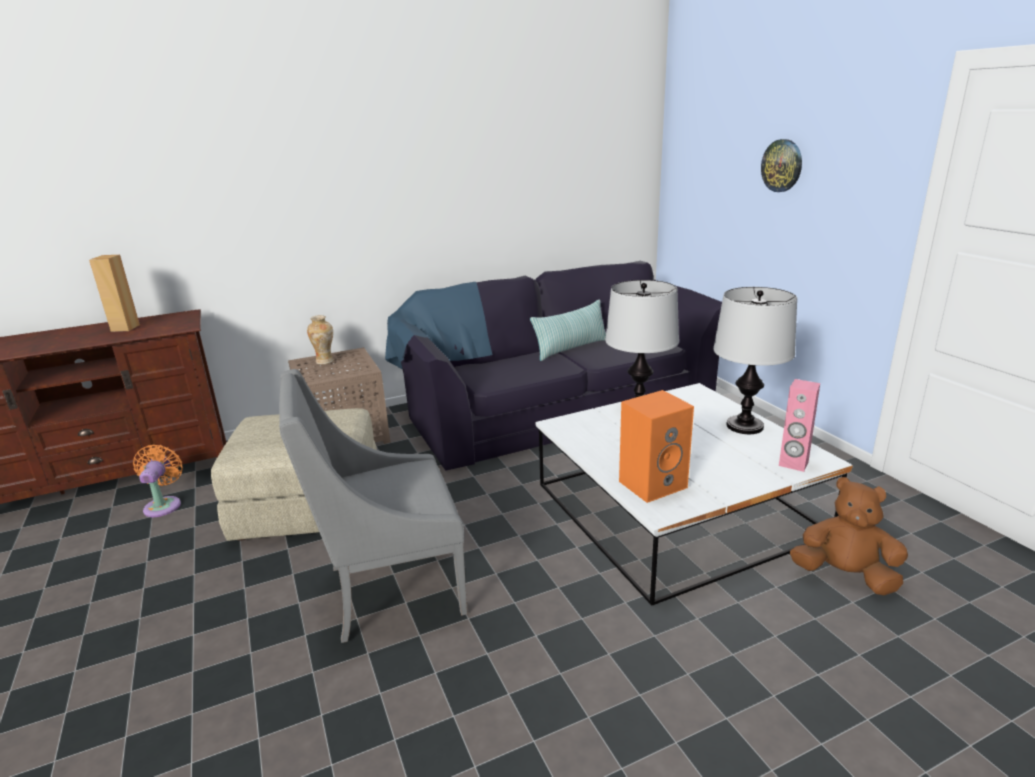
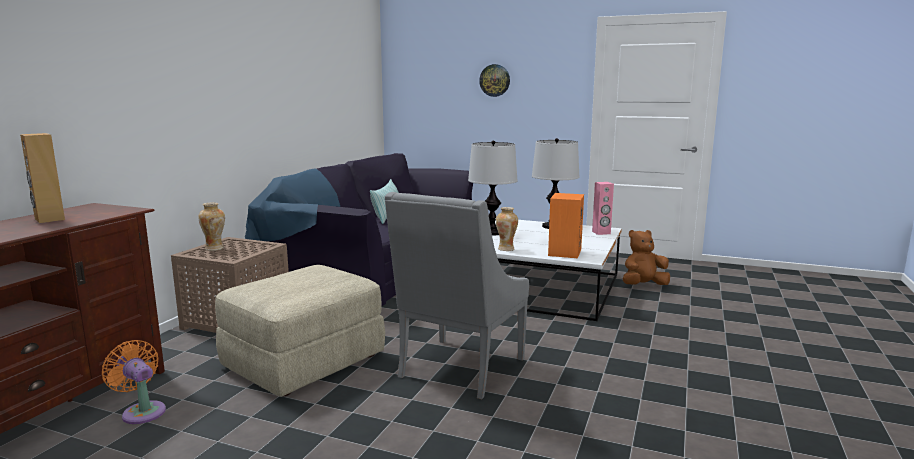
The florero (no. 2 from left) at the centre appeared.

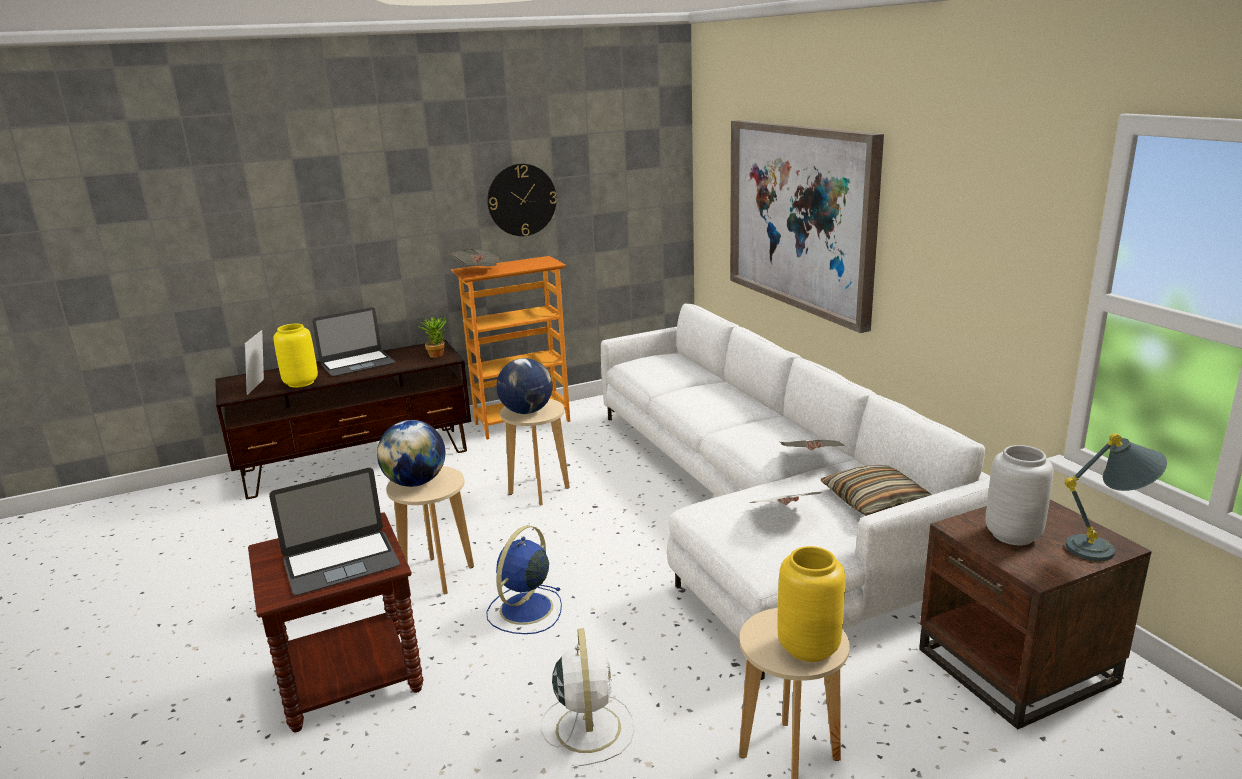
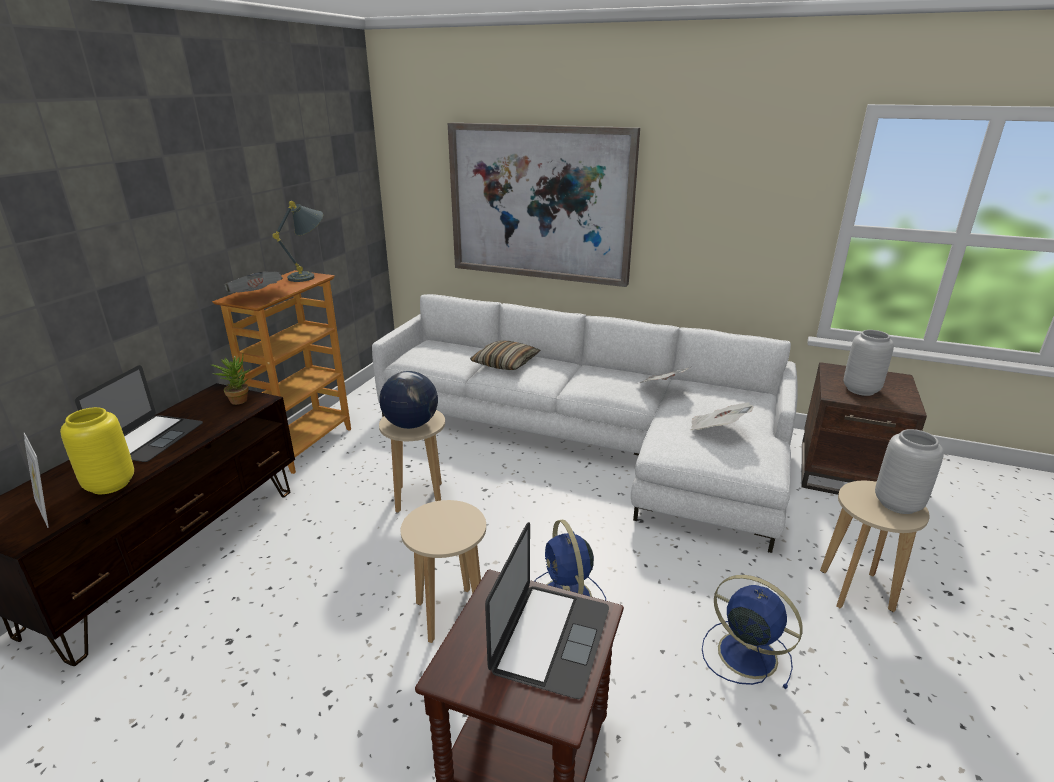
The lámpara de mesa (gris) moved from the middle right to the top left.
The cojín moved from the middle right to the centre.
The ventilador (blanco) at the bottom centre became the ventilador (azul) (no. 2 from left) at the bottom right.
The florero (amarillo) (no. 2 from left) at the bottom centre became the florero (gris) (no. 2 from left) at the middle right.
The globo terráqueo (no. 1 from left) at the middle left disappeared.
The reloj de pared at the top centre disappeared.

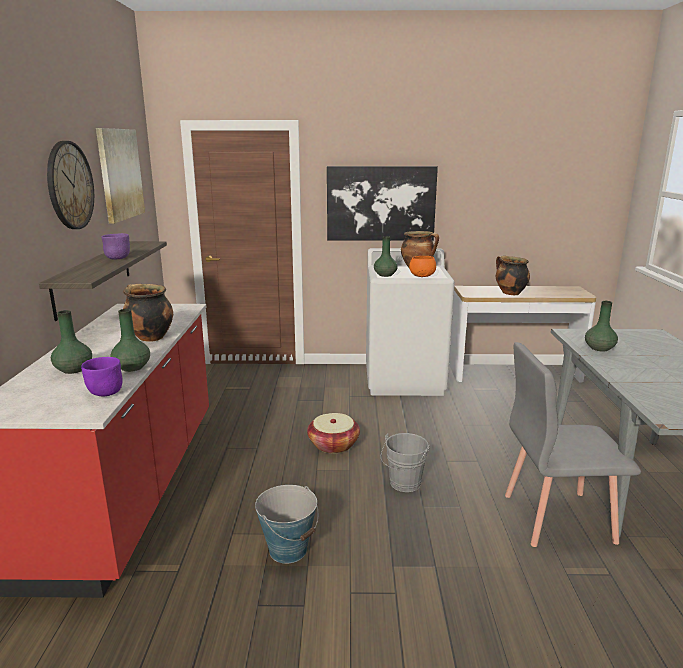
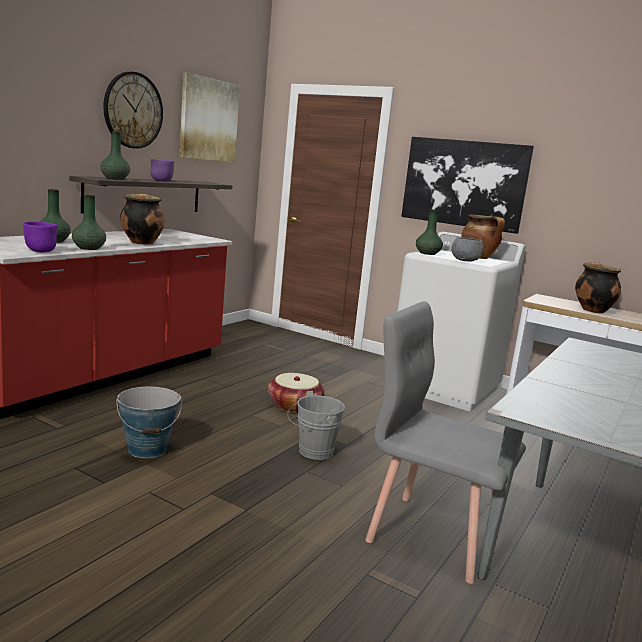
The florero (verde) (no. 4 from left in the first image) moved from the middle right to the top left.
The cuenco (naranja) at the centre became the cuenco (gris) at the middle right.

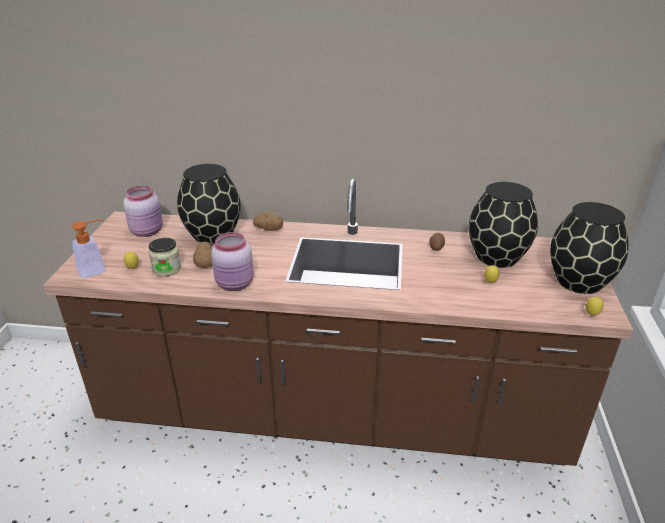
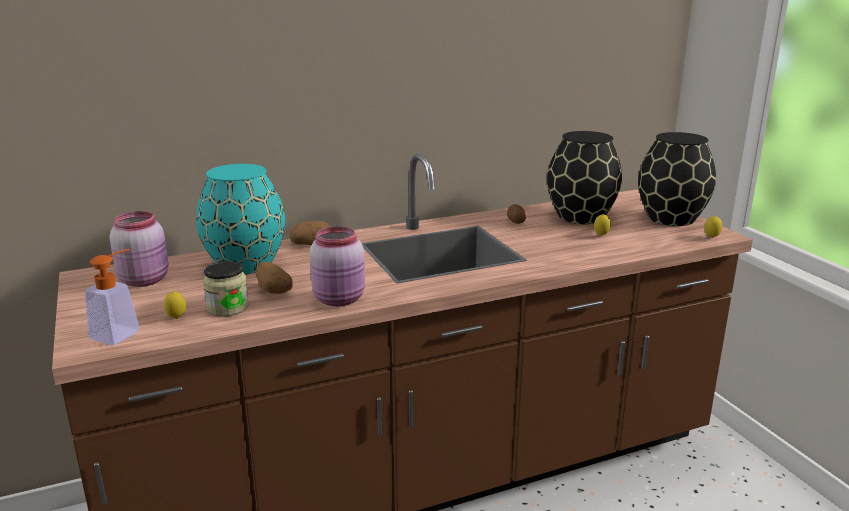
The florero (negro) (no. 1 from left) at the middle left became the florero (turquesa) at the middle left.

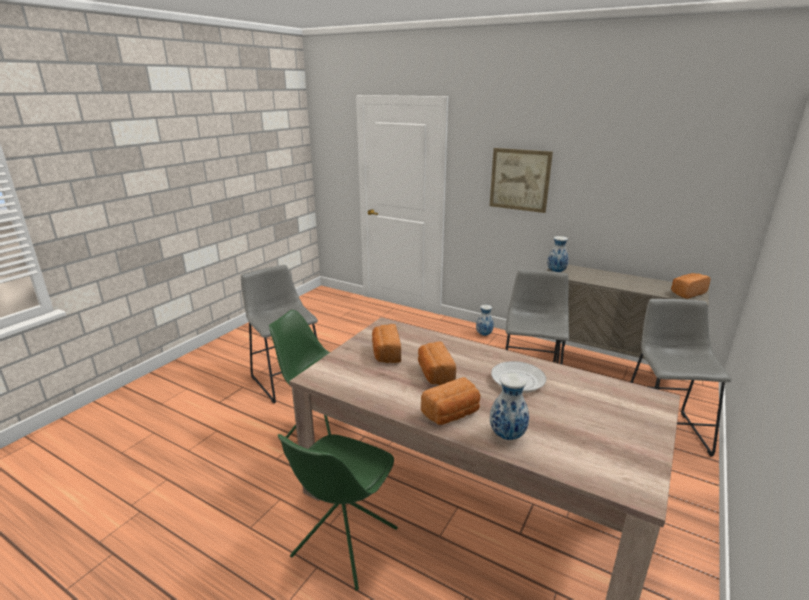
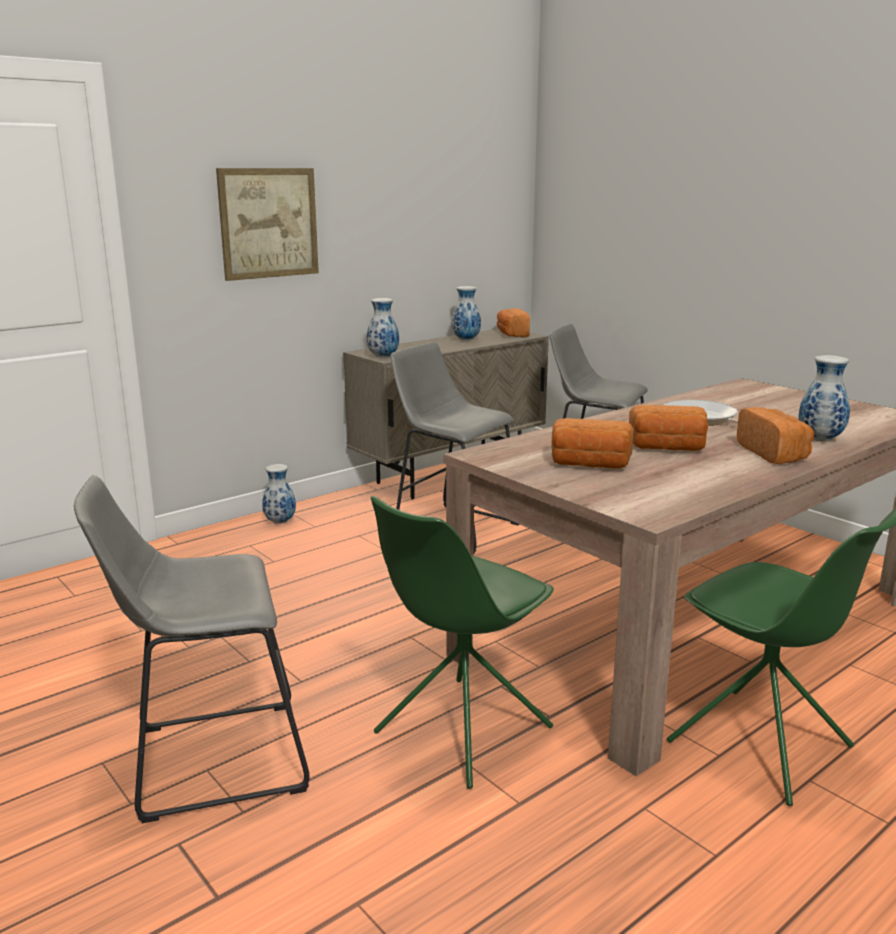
The florero (no. 3 from left) at the centre appeared.

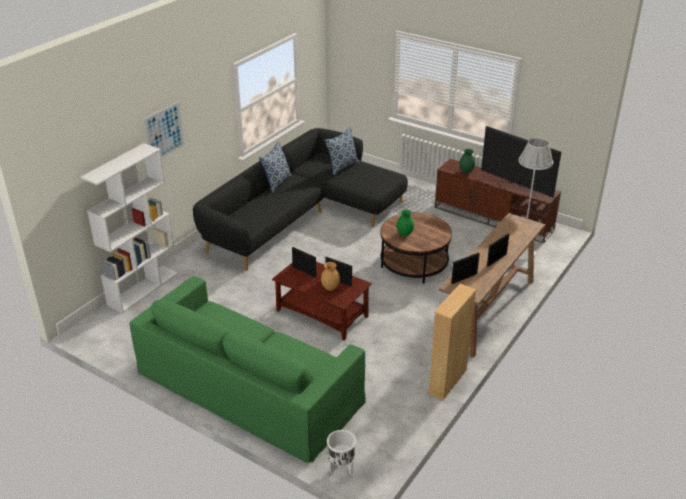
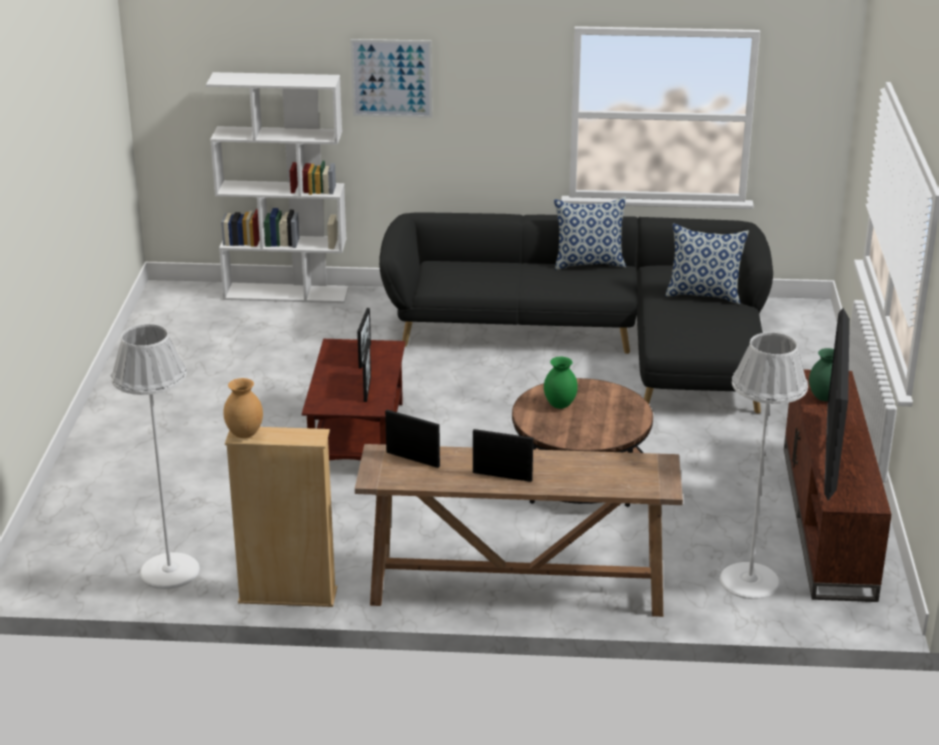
The lámpara de pie (blanco) (no. 1 from left) at the middle left appeared.
The florero (marrón) moved from the centre to the middle left.
The sofá (verde) at the bottom centre disappeared.
The maceta (blanco) at the bottom centre disappeared.

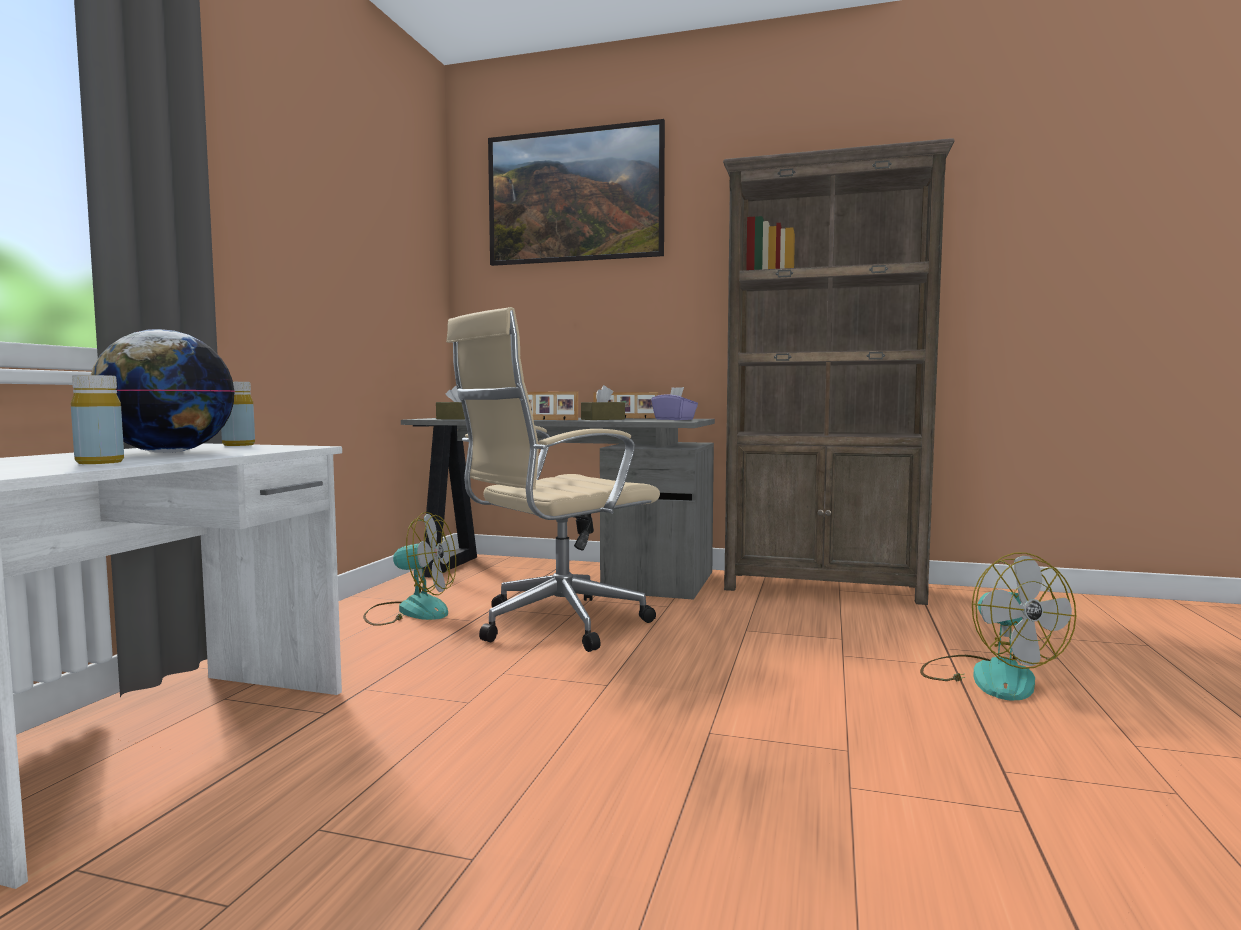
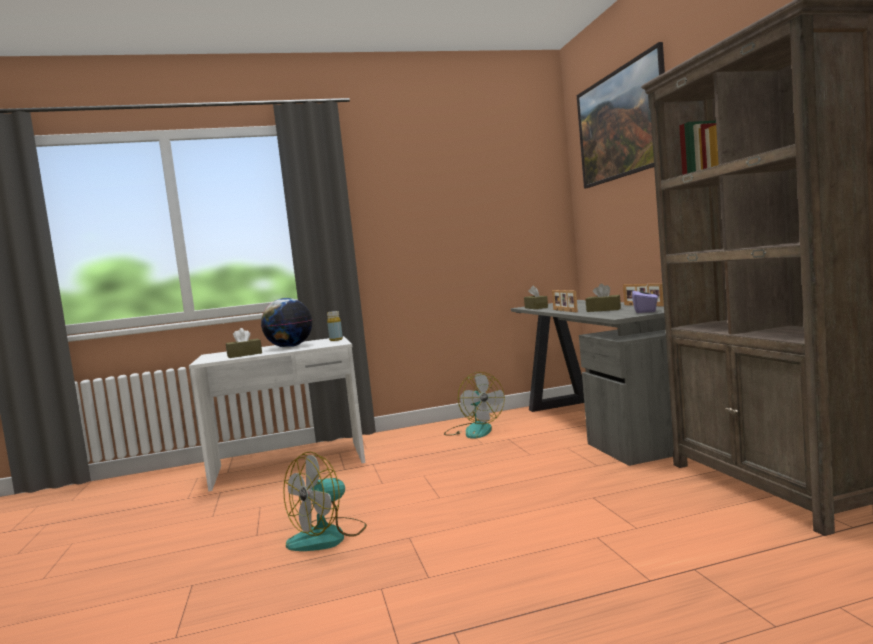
The botella (amarillo) (no. 1 from left) at the middle left was replaced by the caja de pañuelos (marrón) (no. 1 from left) at the middle left.
The ventilador (no. 2 from left in the first image) moved from the bottom right to the bottom centre.
The silla de oficina (beis) at the centre disappeared.

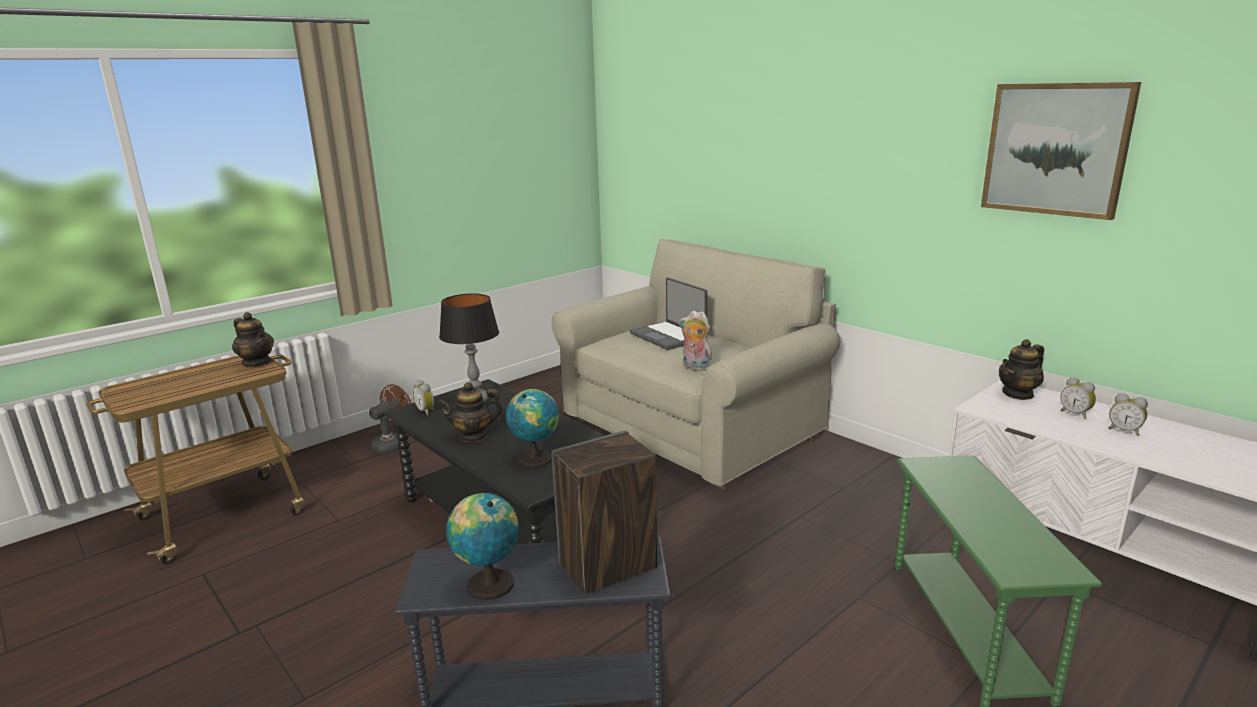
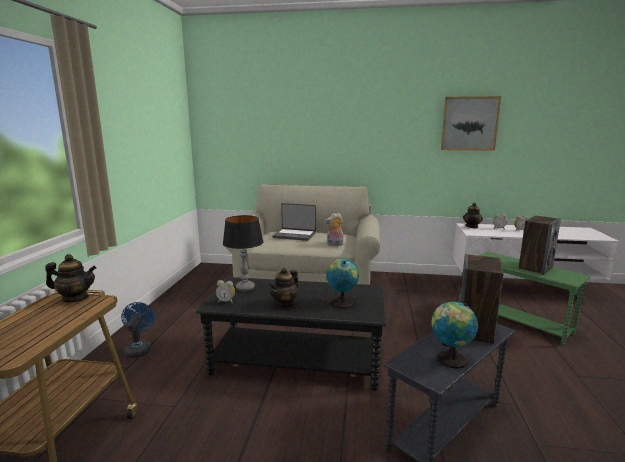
The ventilador (marrón) at the middle left became the ventilador (azul) at the bottom left.
The altavoz (no. 2 from left) at the middle right appeared.

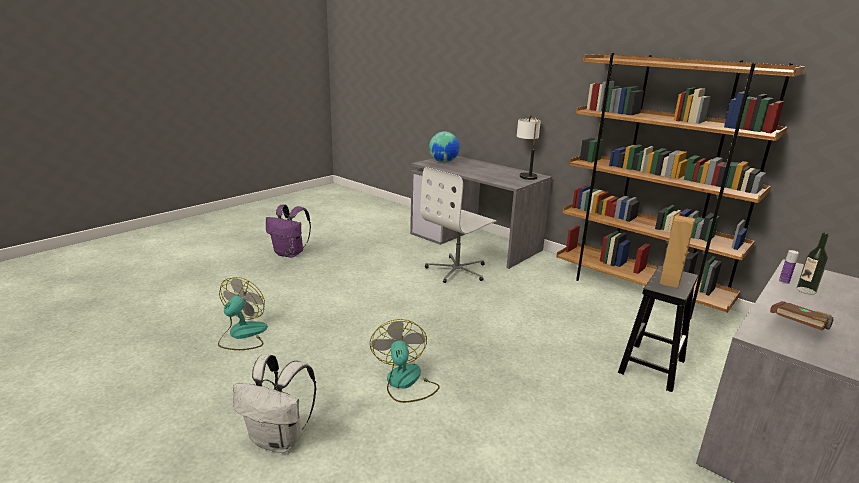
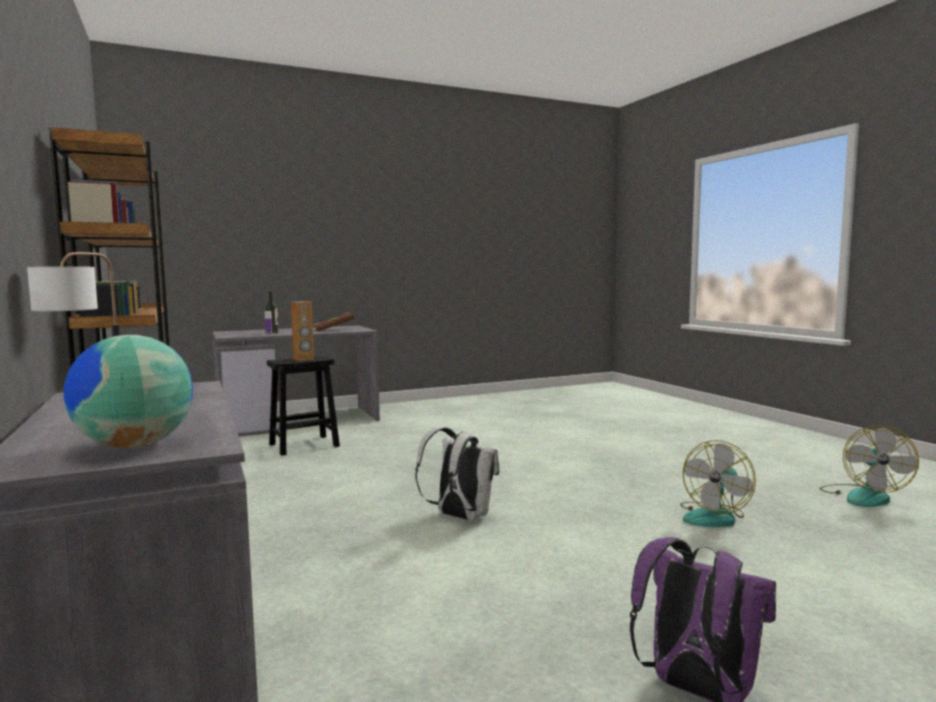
The mochila (blanco) moved from the bottom left to the bottom centre.
The ventilador (no. 2 from left) moved from the bottom centre to the middle right.
The silla de oficina (blanco) at the centre disappeared.

